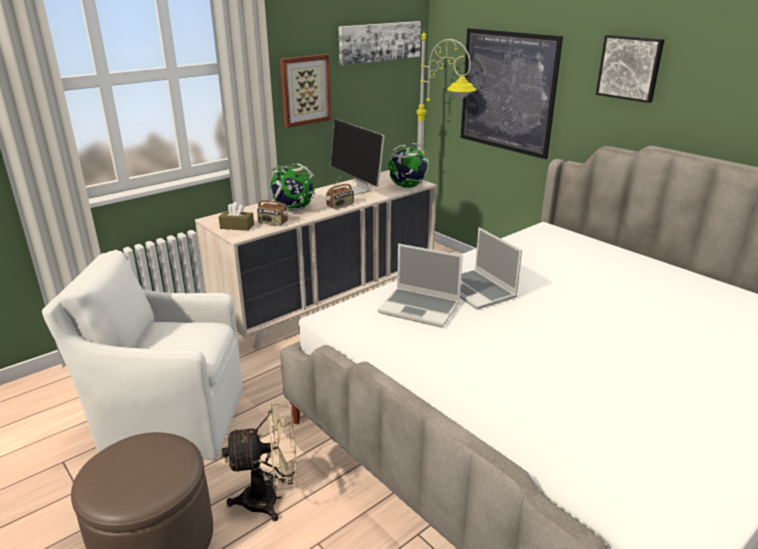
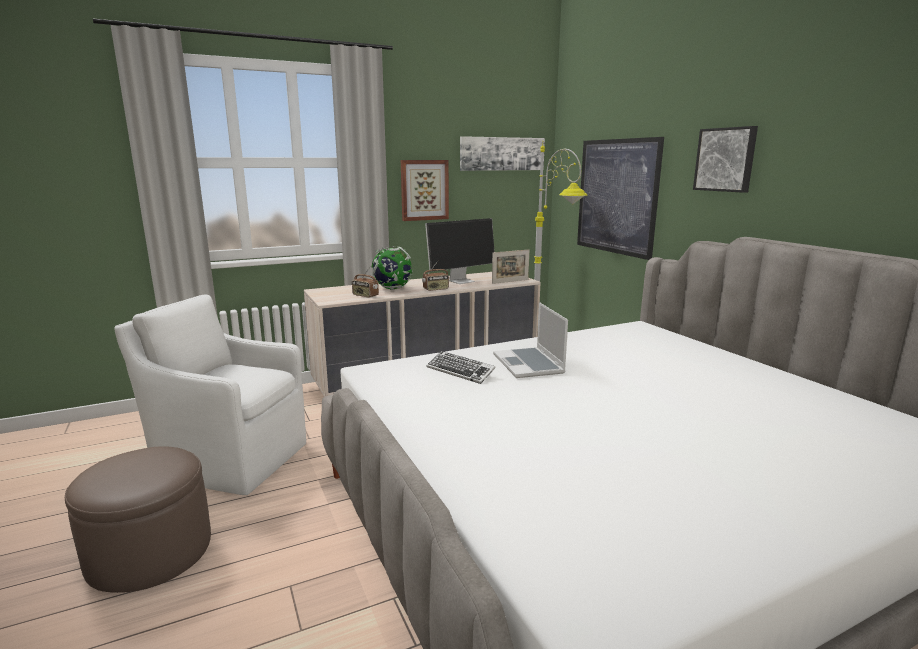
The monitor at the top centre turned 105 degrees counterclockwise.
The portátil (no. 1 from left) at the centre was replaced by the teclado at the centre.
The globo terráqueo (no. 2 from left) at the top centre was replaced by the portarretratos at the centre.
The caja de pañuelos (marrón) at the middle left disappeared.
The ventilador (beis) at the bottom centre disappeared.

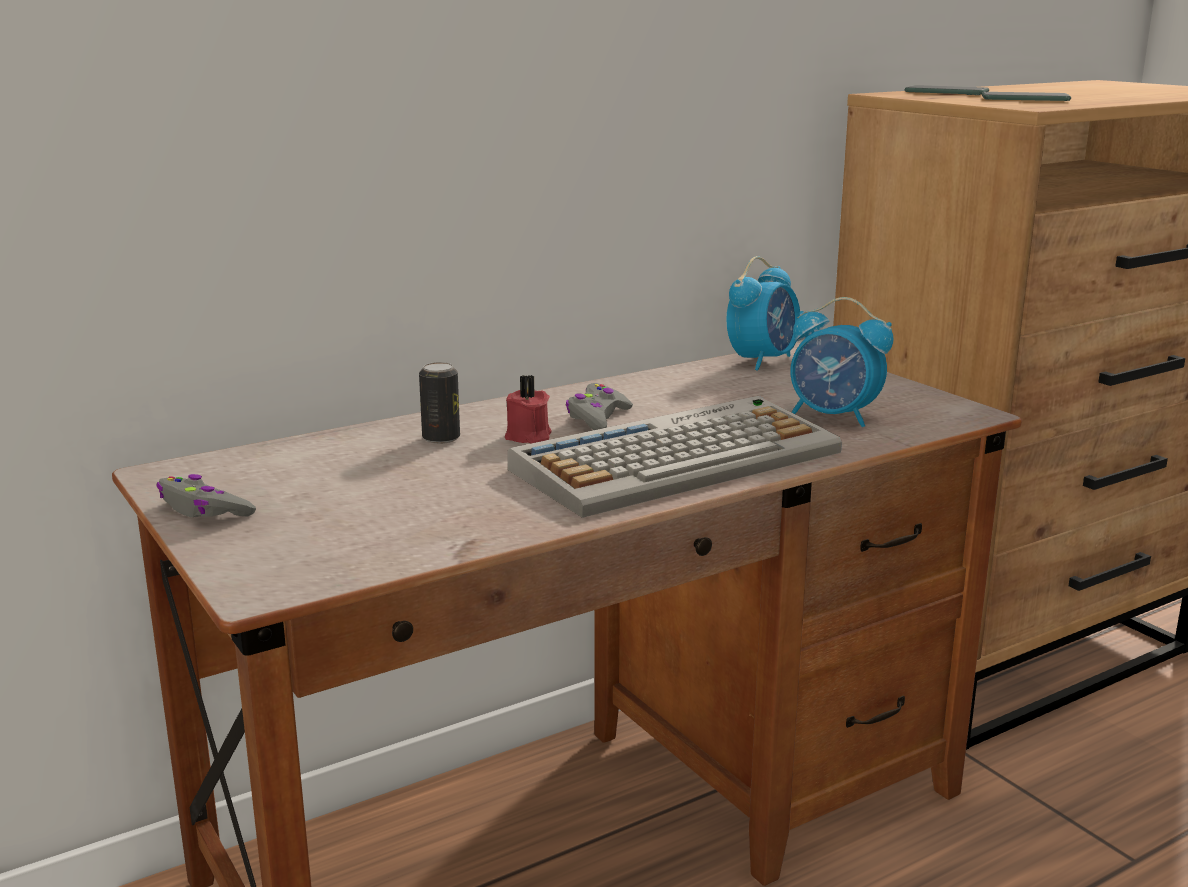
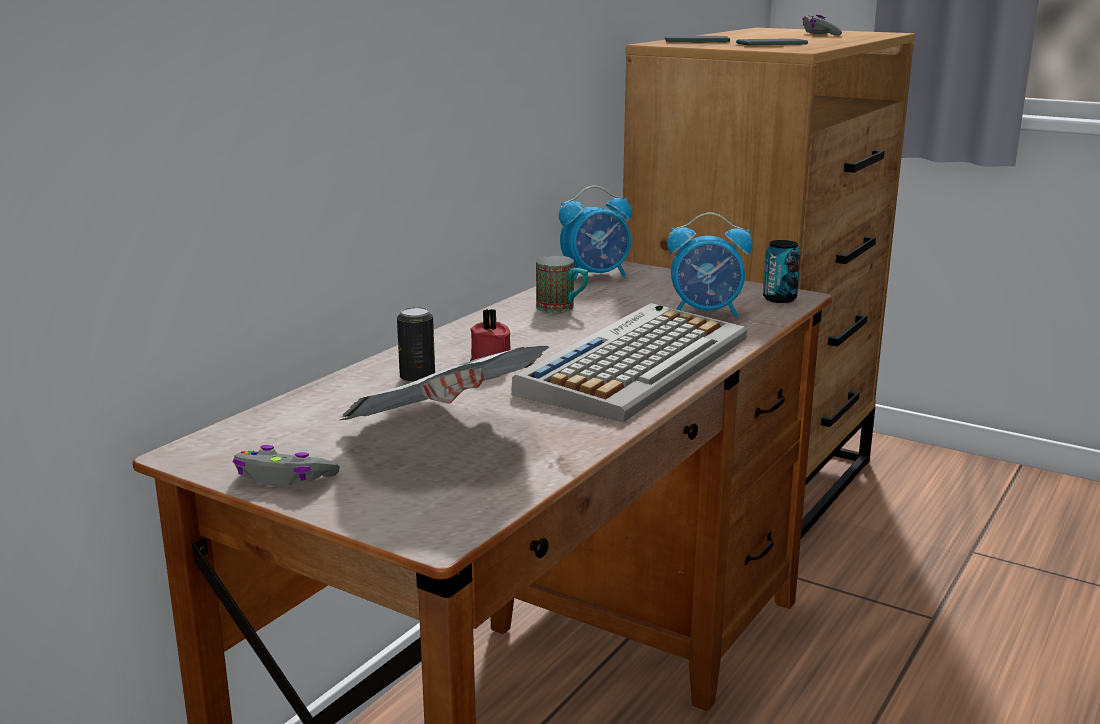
The periódico at the centre appeared.
The taza grande at the centre appeared.
The despertador (no. 1 from left) at the centre turned 60 degrees clockwise.
The lata (no. 2 from left) at the middle right appeared.
The mando de consola (gris) (no. 2 from left) moved from the centre to the top right.

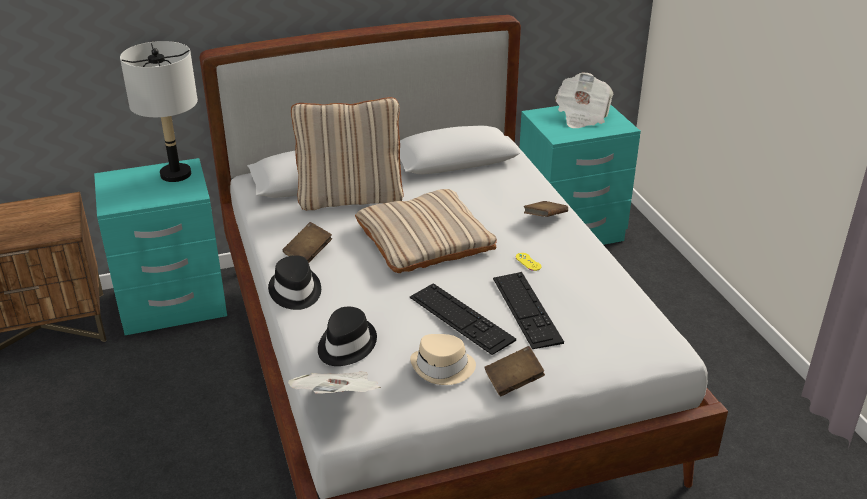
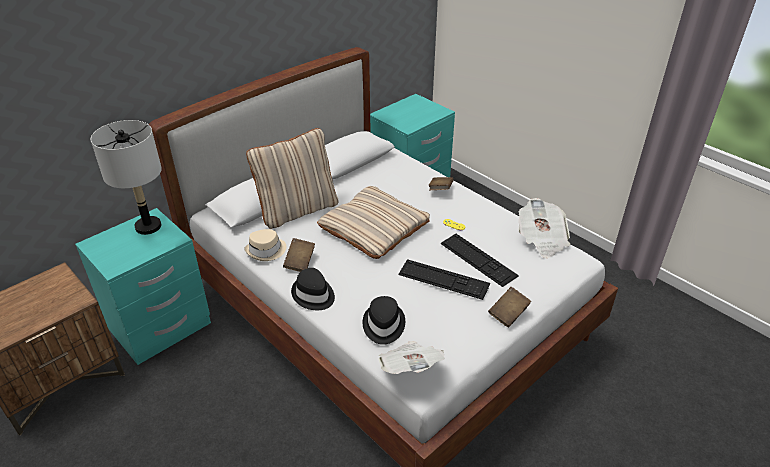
The sombrero (beis) moved from the bottom centre to the centre.
The periódico (no. 2 from left) moved from the top right to the middle right.

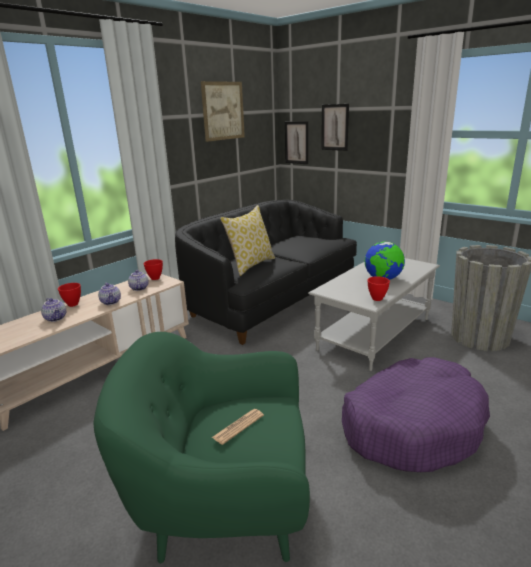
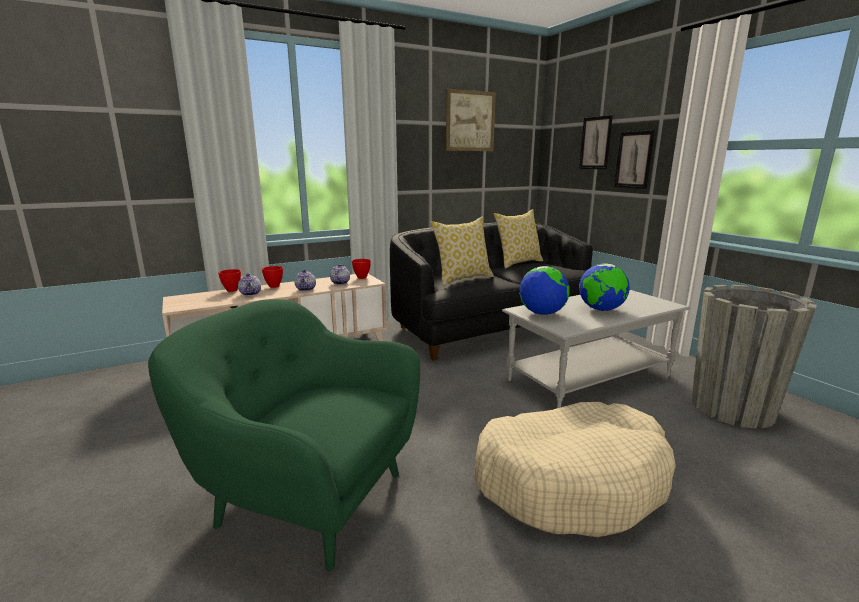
The cuenco (rojo) (no. 3 from left in the first image) moved from the middle right to the middle left.
The cama para perro (morado) at the bottom right became the cama para perro (beis) at the bottom right.
The cojín (no. 2 from left) at the centre appeared.
The globo terráqueo (no. 1 from left) at the centre appeared.
The cuadro (no. 2 from left in the first image) moved from the top centre to the top right.
The periódico at the bottom centre disappeared.

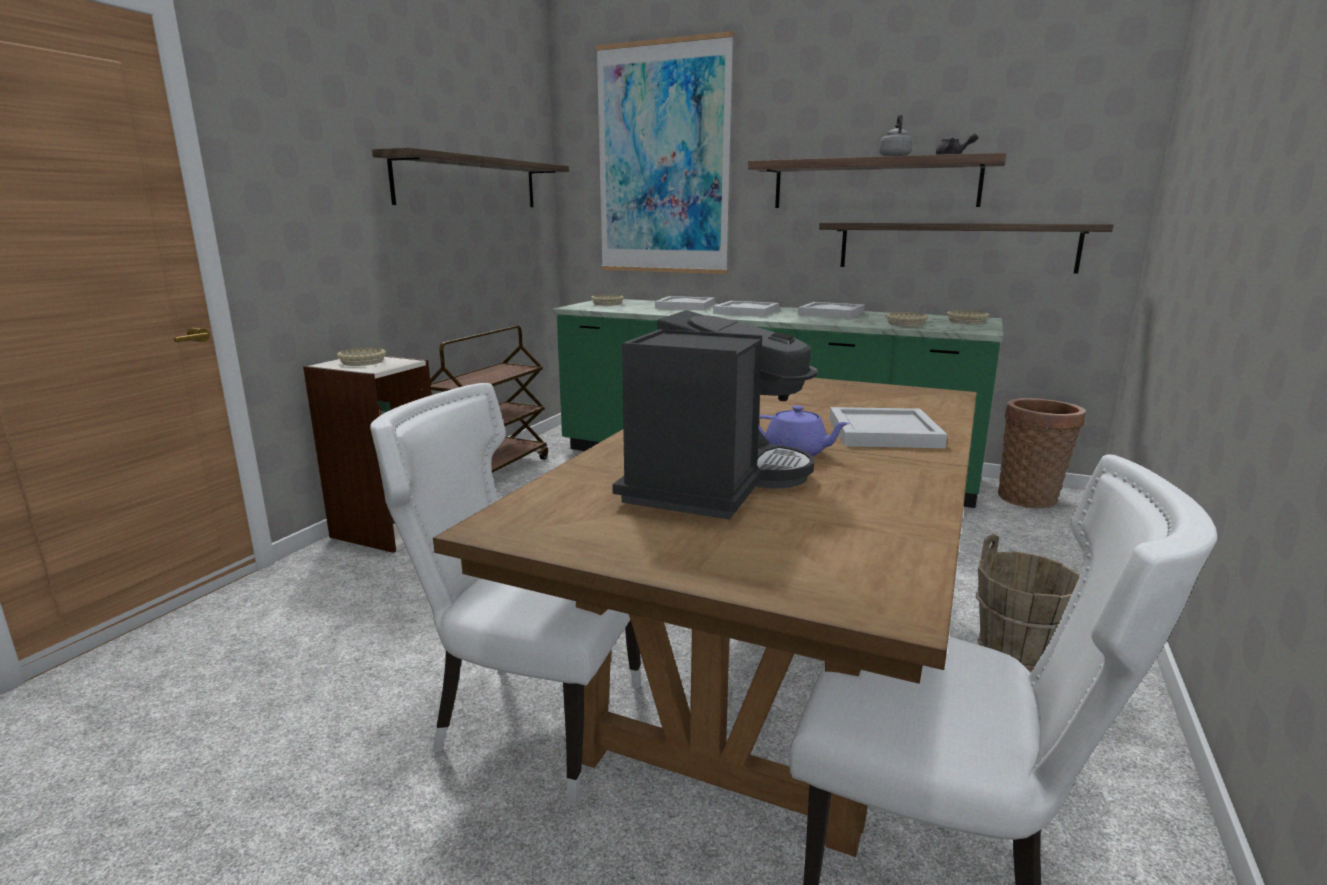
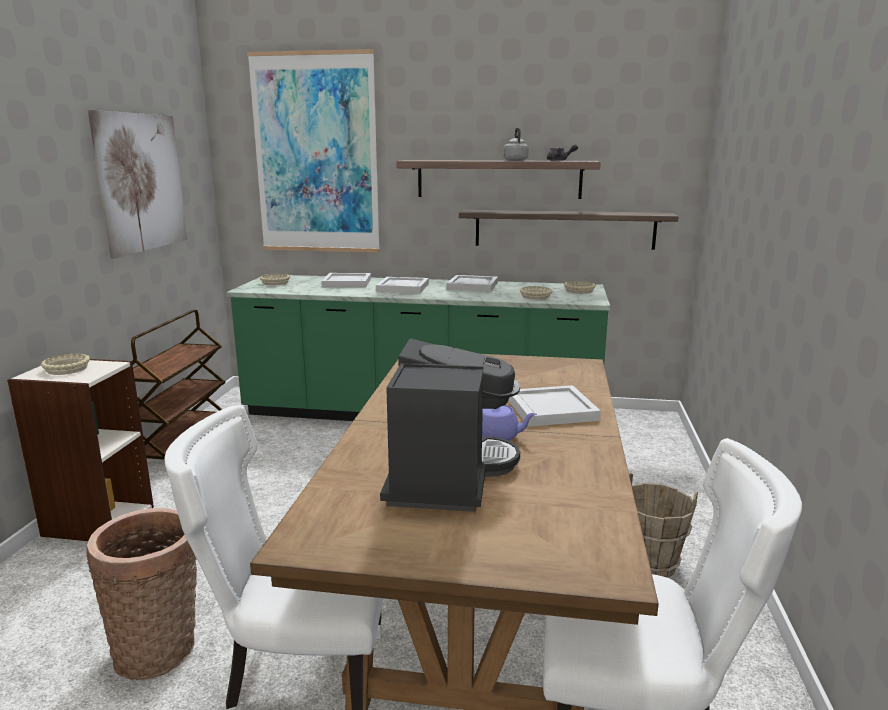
The cesta moved from the middle right to the bottom left.
The estante (no. 1 from left) at the top centre was replaced by the cuadro (no. 1 from left) at the top left.

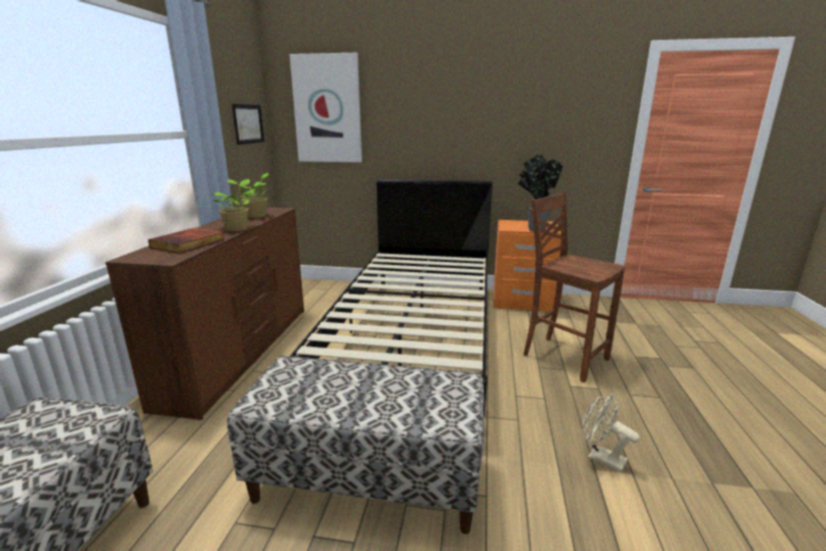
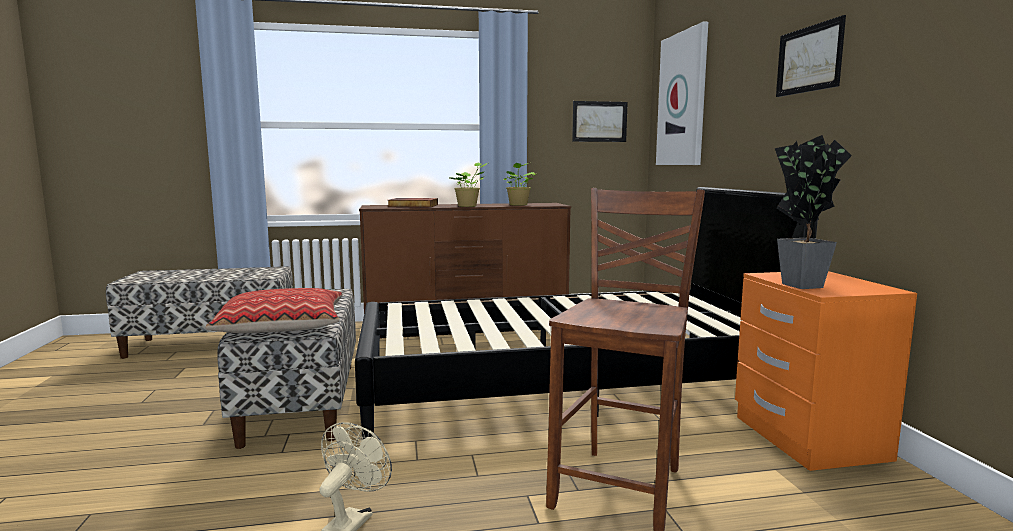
The cojín at the middle left appeared.
The cuadro (no. 3 from left) at the top right appeared.

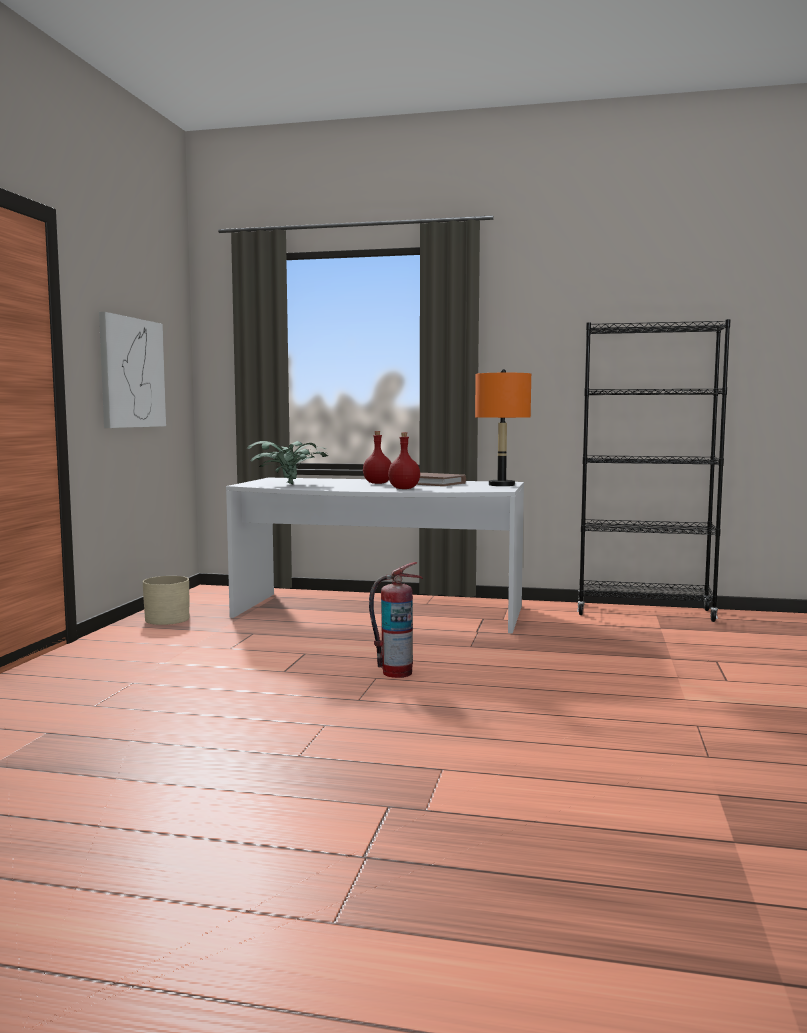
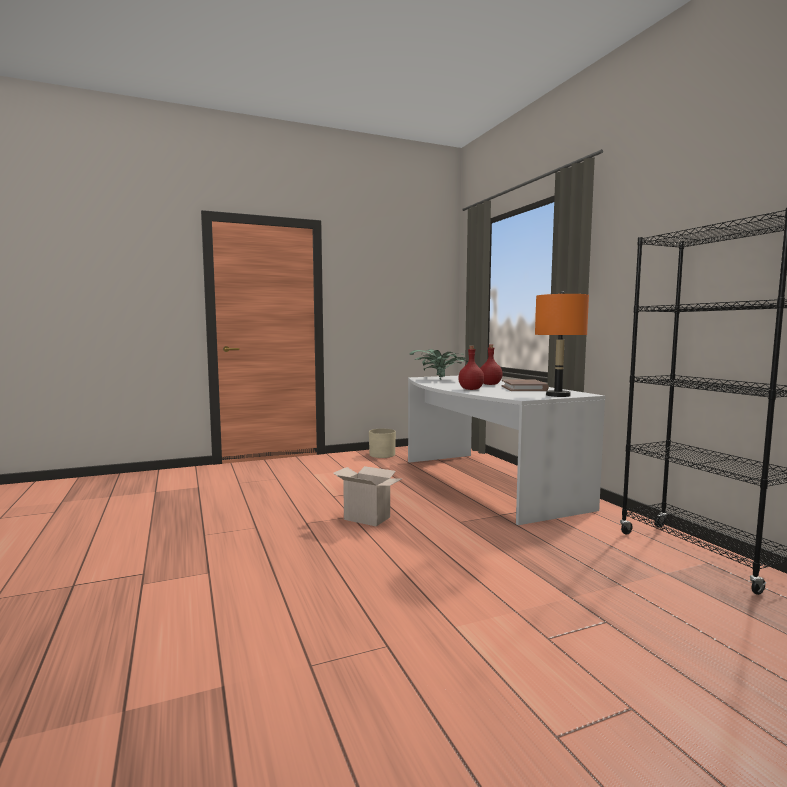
The extintor at the centre was replaced by the caja de cartón at the centre.
The cuadro at the middle left disappeared.

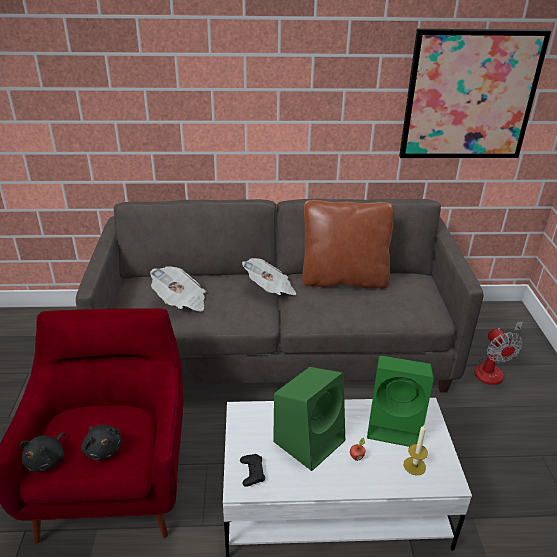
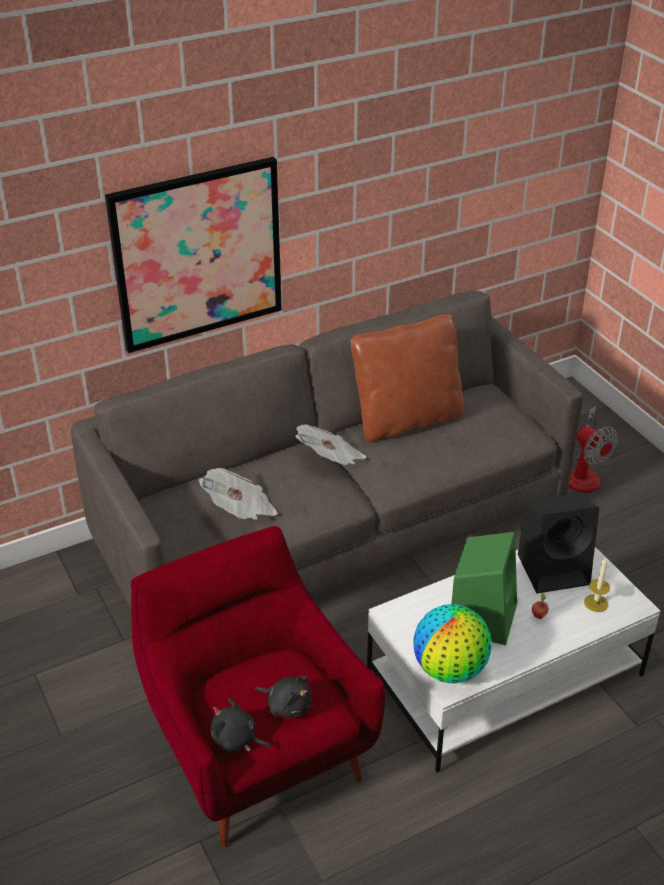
The cuadro moved from the top right to the top left.
The peluche (negro) (no. 1 from left) at the bottom left turned 120 degrees clockwise.
The mando de consola (negro) at the bottom centre was replaced by the globo terráqueo at the bottom right.
The altavoz (verde) (no. 2 from left) at the bottom right became the altavoz (negro) at the middle right.

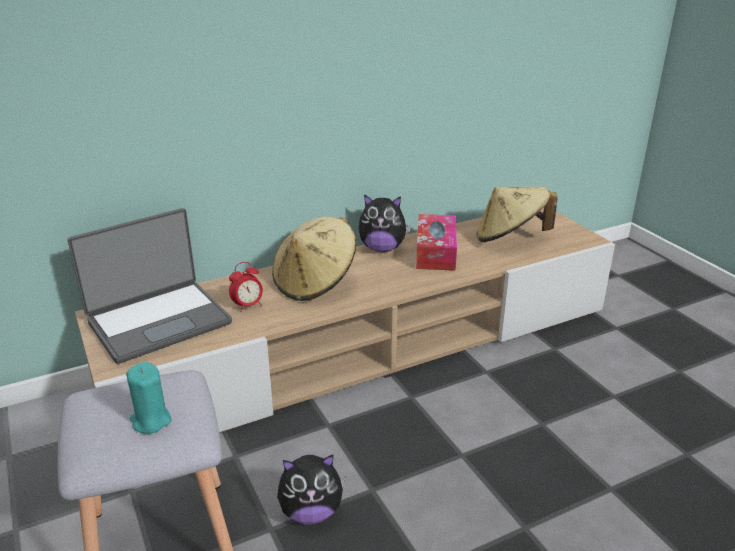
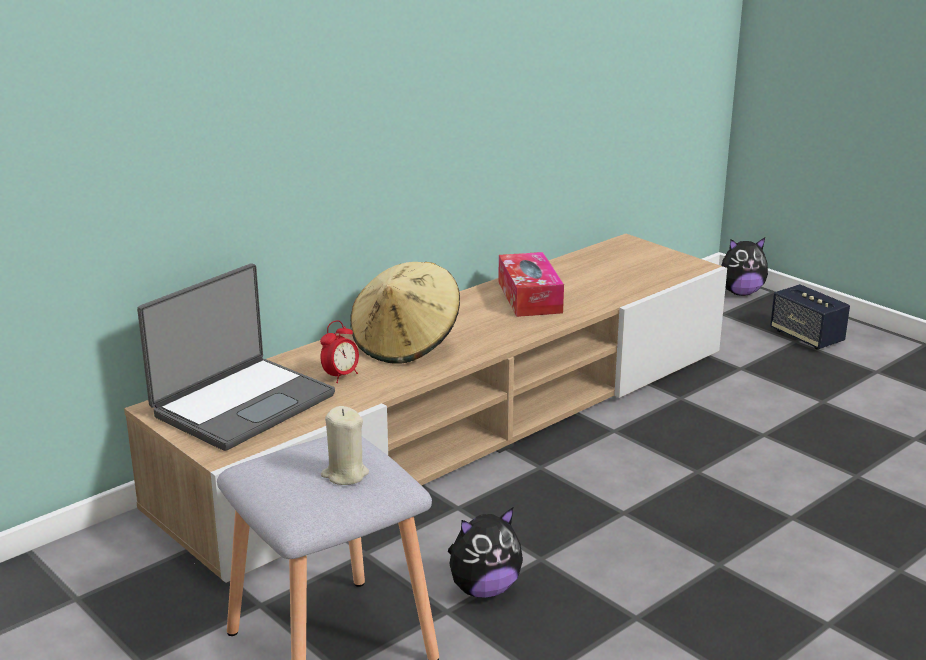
The vela (turquesa) at the bottom left became the vela (beis) at the bottom centre.
The peluche (no. 2 from left) moved from the centre to the middle right.
The altavoz at the middle right appeared.
The sombrero (beis) (no. 2 from left) at the middle right disappeared.

